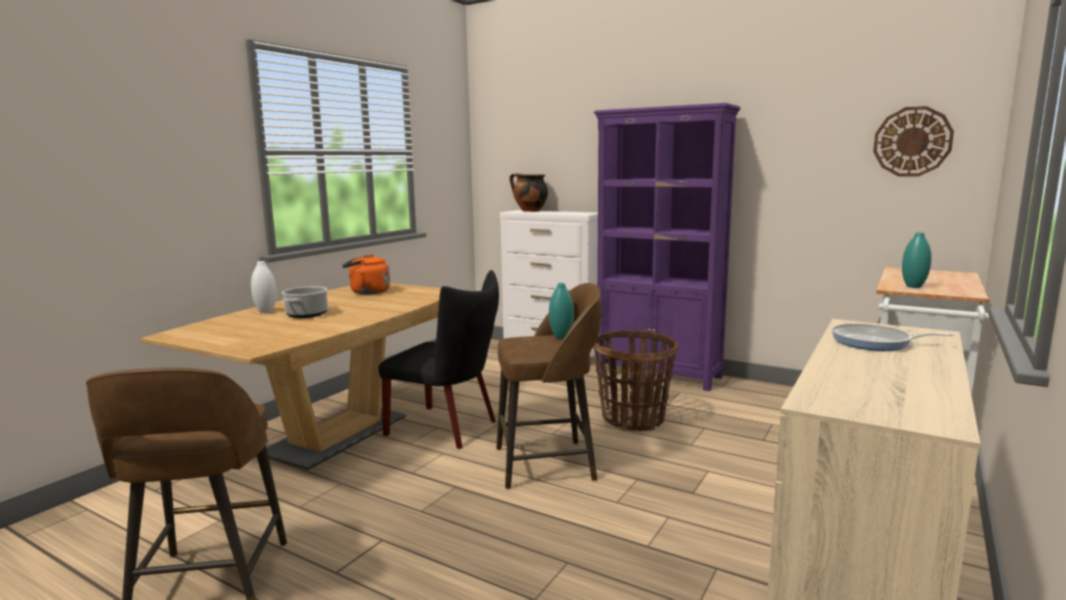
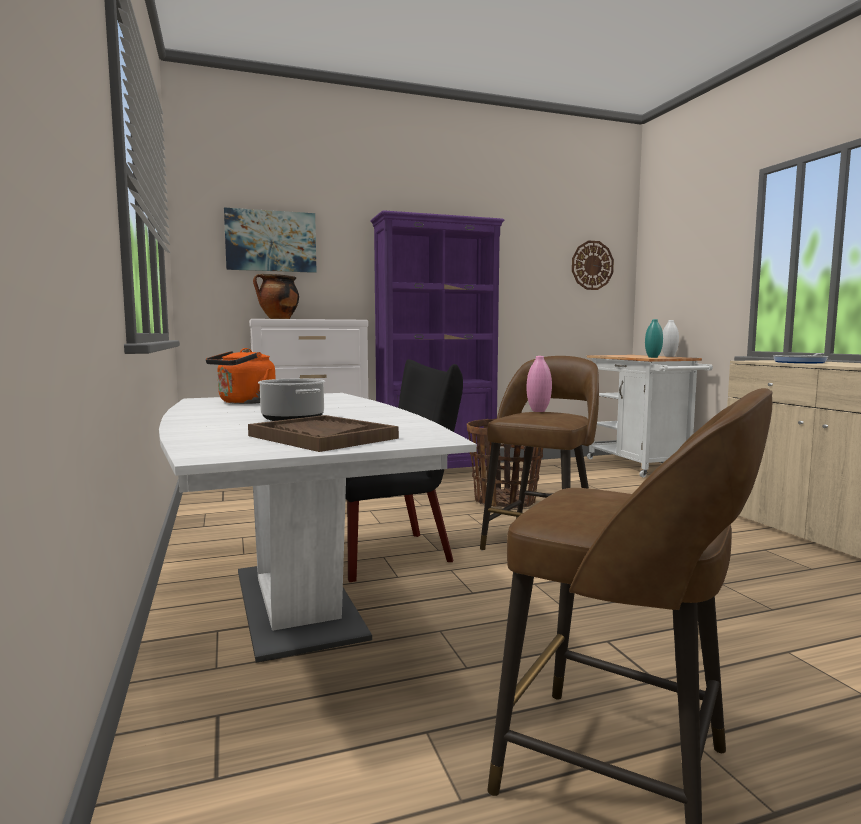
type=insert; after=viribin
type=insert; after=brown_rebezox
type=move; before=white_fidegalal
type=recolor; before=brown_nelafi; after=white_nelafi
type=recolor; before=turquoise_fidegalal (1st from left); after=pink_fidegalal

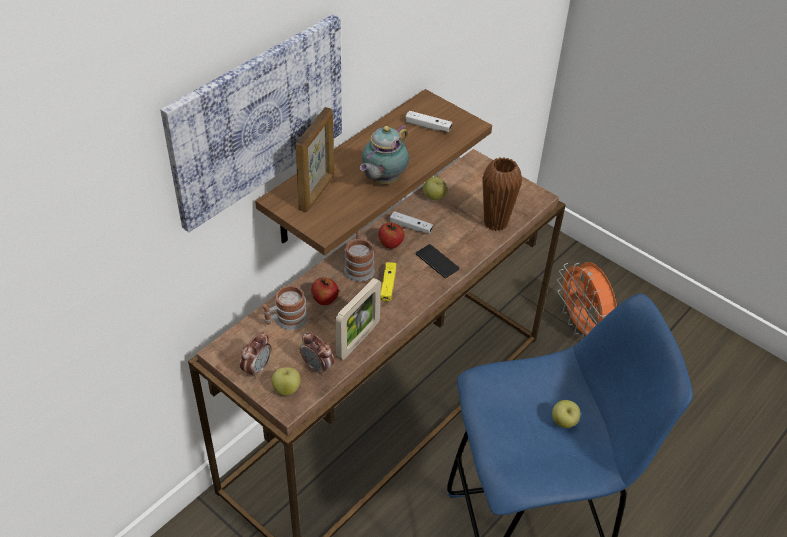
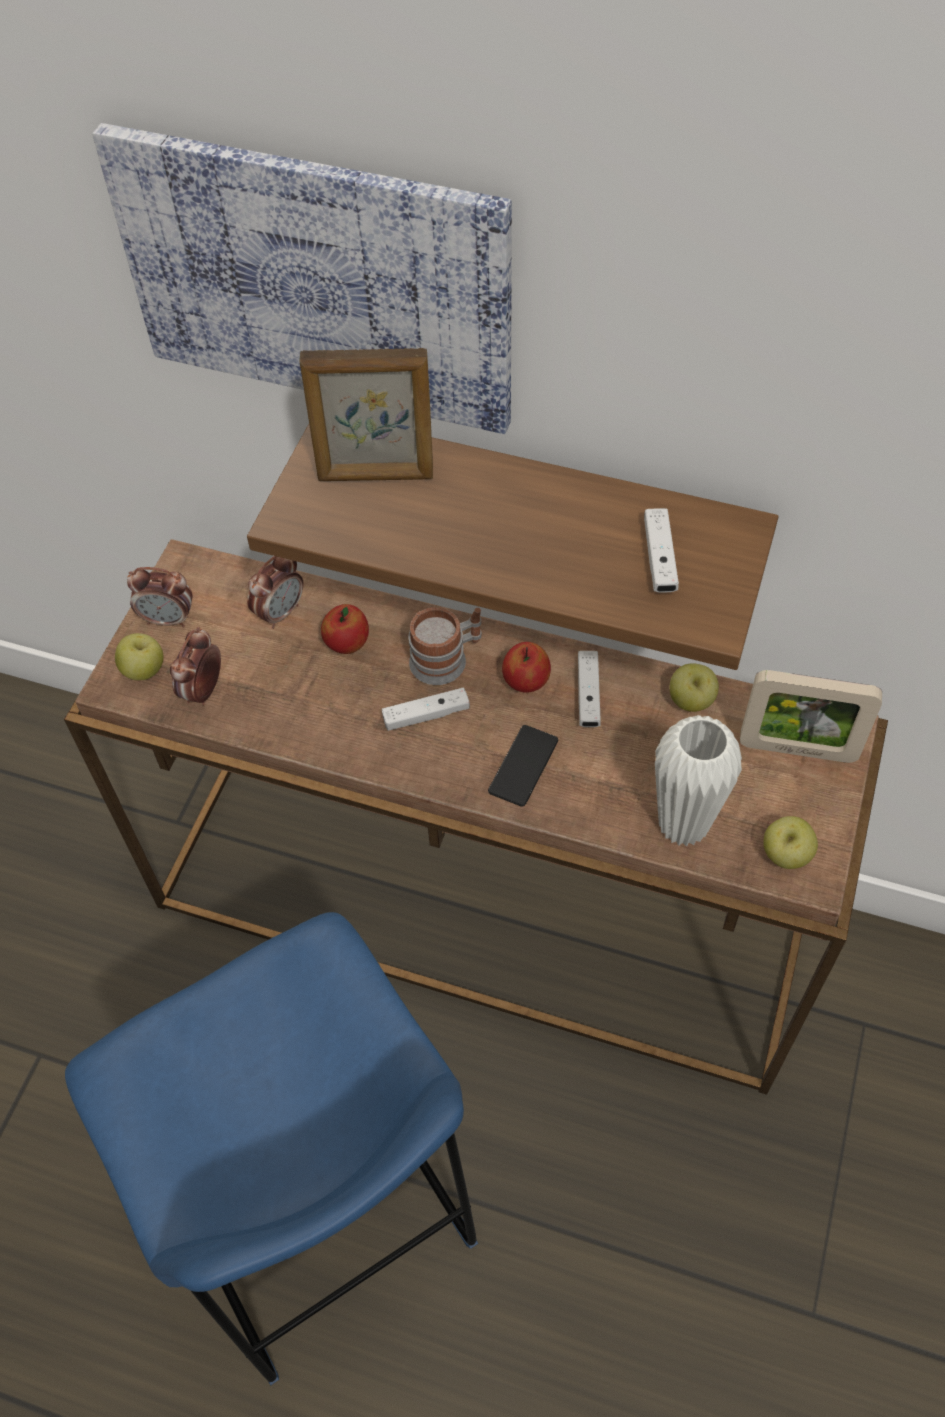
type=delete; before=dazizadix
type=delete; before=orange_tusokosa
type=move; before=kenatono (2nd from left)
type=move; before=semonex (5th from left)
type=replace; before=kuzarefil (1st from left); after=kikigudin (3rd from left)
type=recolor; before=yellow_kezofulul; after=white_kezofulul (1st from left)
type=recolor; before=brown_fidegalal; after=white_fidegalal

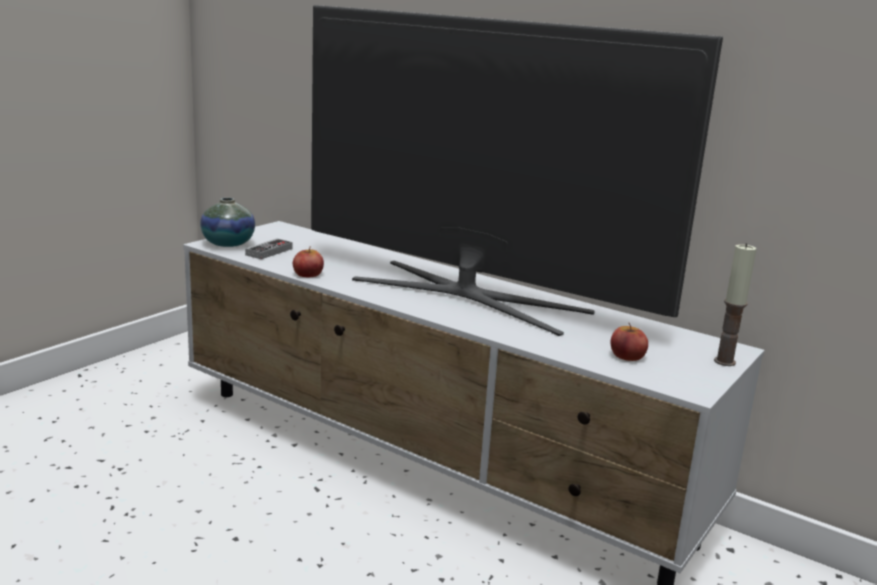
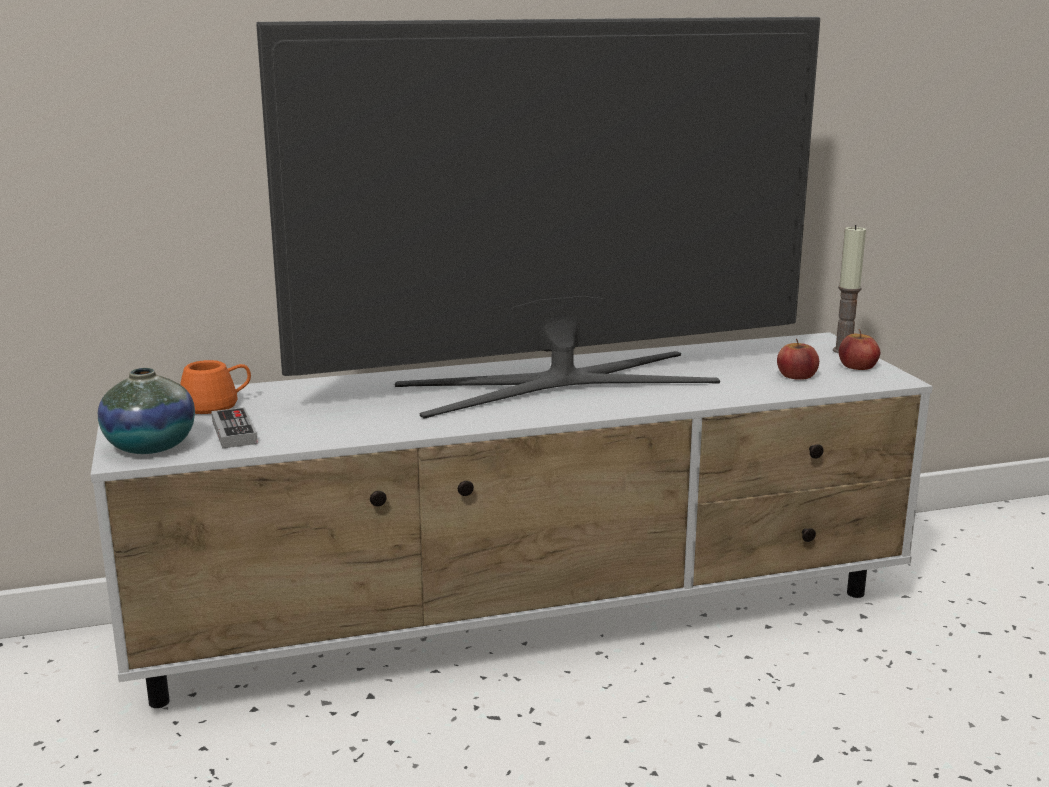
type=insert; after=orange_kuzarefil
type=move; before=semonex (1st from left in the first image); after=semonex (2nd from left)

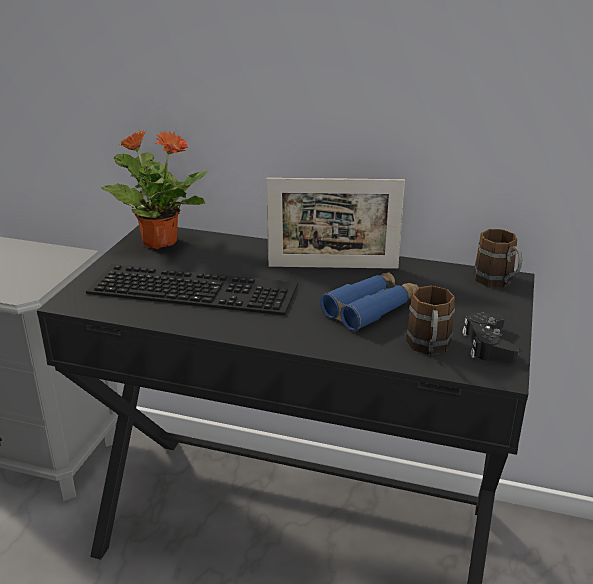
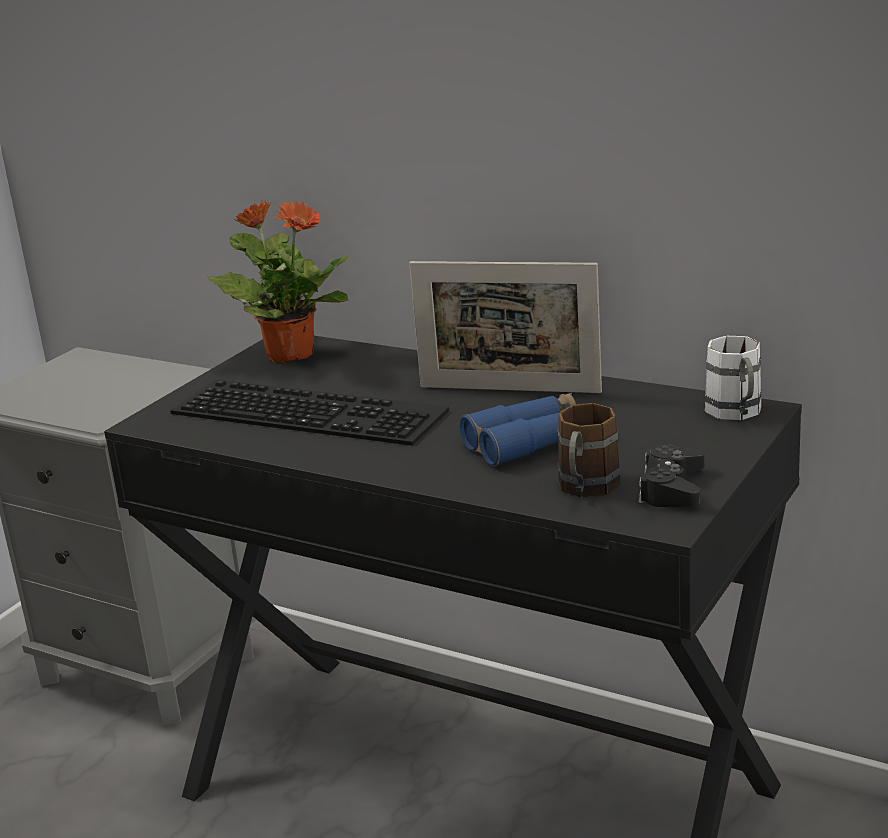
type=recolor; before=brown_kuzarefil (2nd from left); after=white_kuzarefil

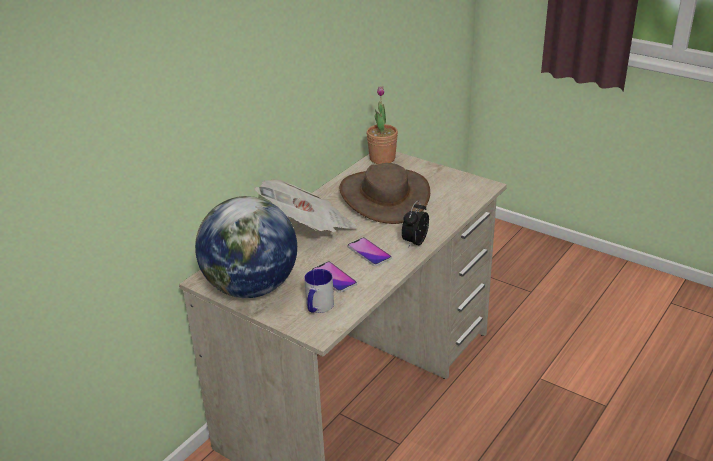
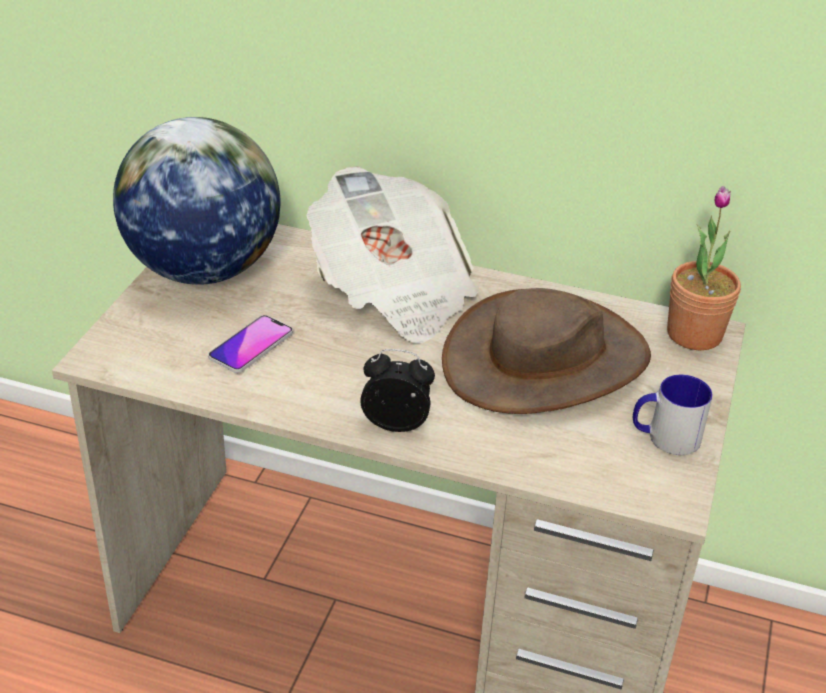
type=delete; before=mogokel (2nd from left)
type=move; before=kuzarefil

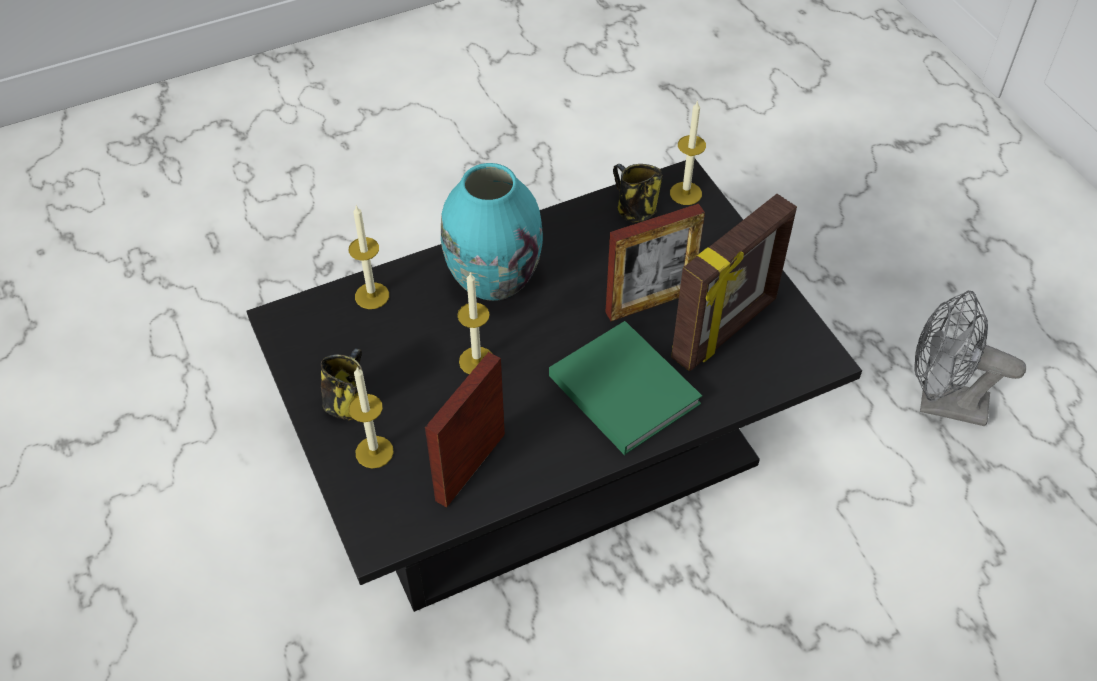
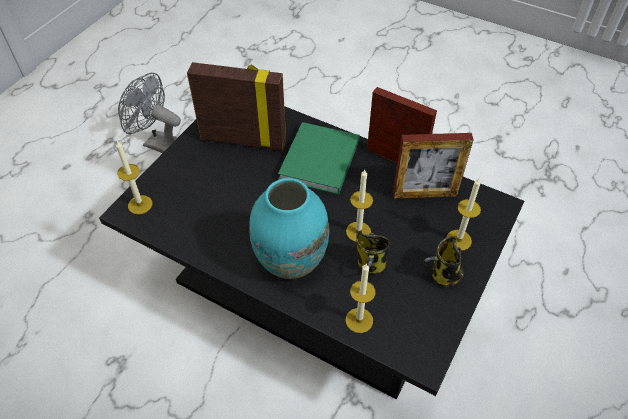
type=move; before=kenatono (2nd from left)
type=move; before=kuzarefil (2nd from left in the first image); after=kuzarefil (1st from left)
type=rotate; before=grey_tusokosa; turn=135

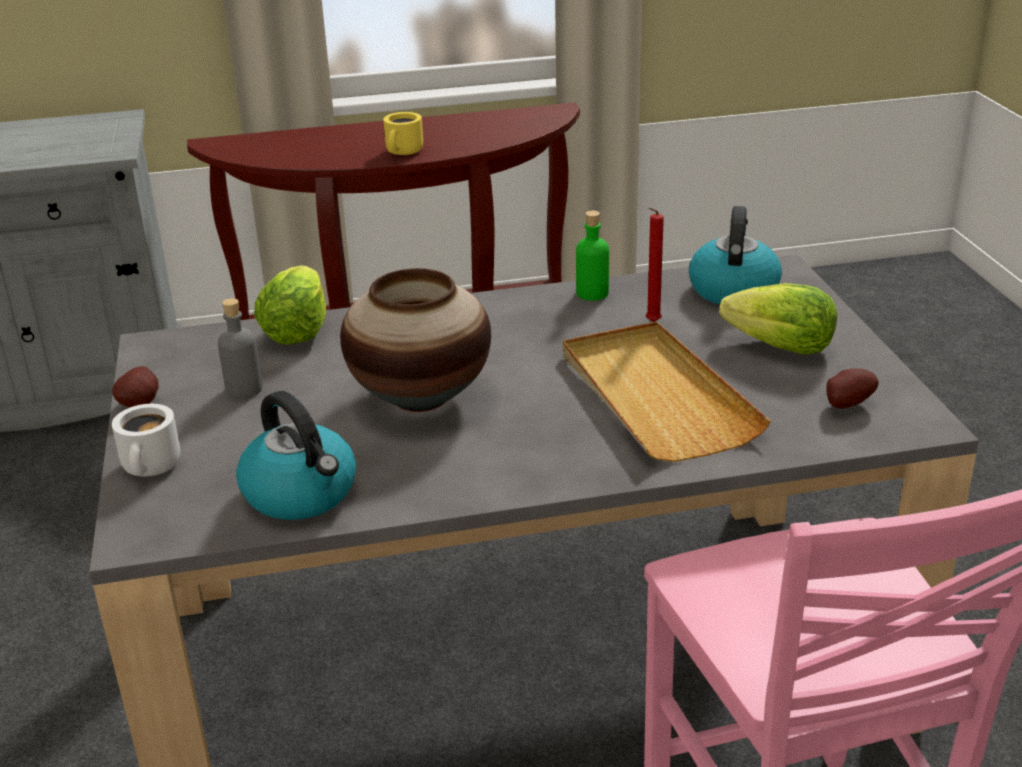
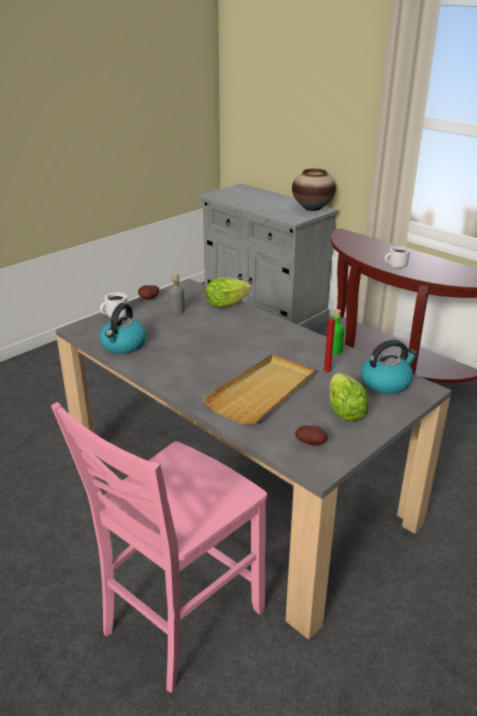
type=move; before=fidegalal
type=recolor; before=yellow_kuzarefil; after=white_kuzarefil (2nd from left)

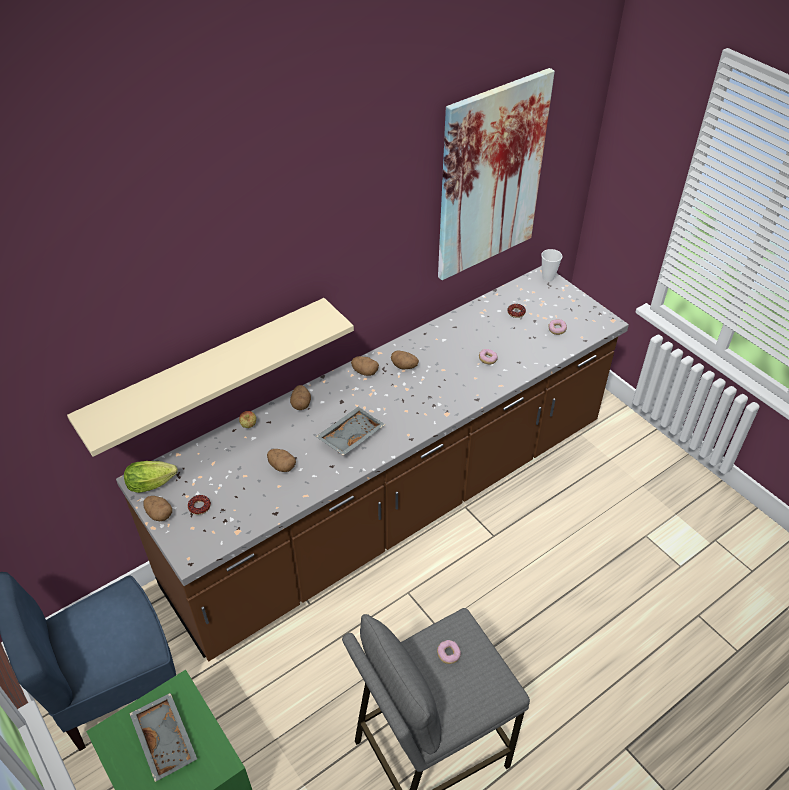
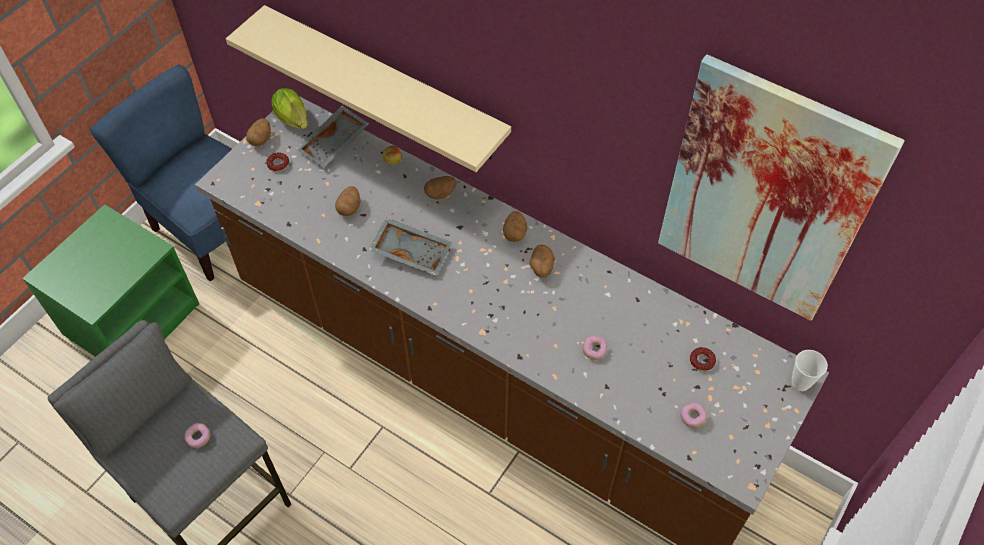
type=move; before=grey_rebezox (1st from left)

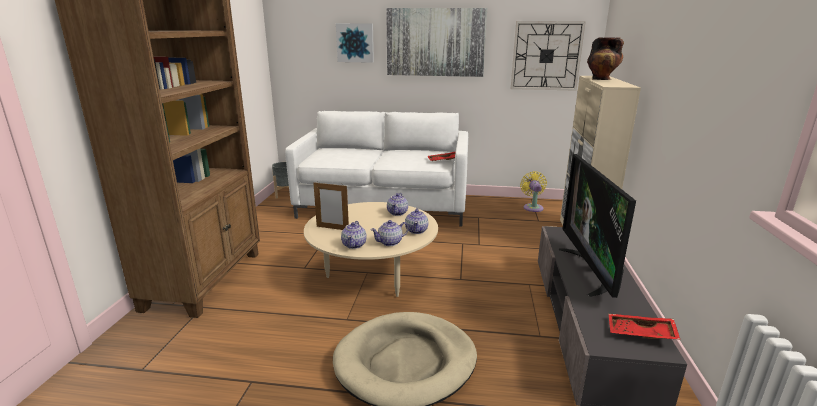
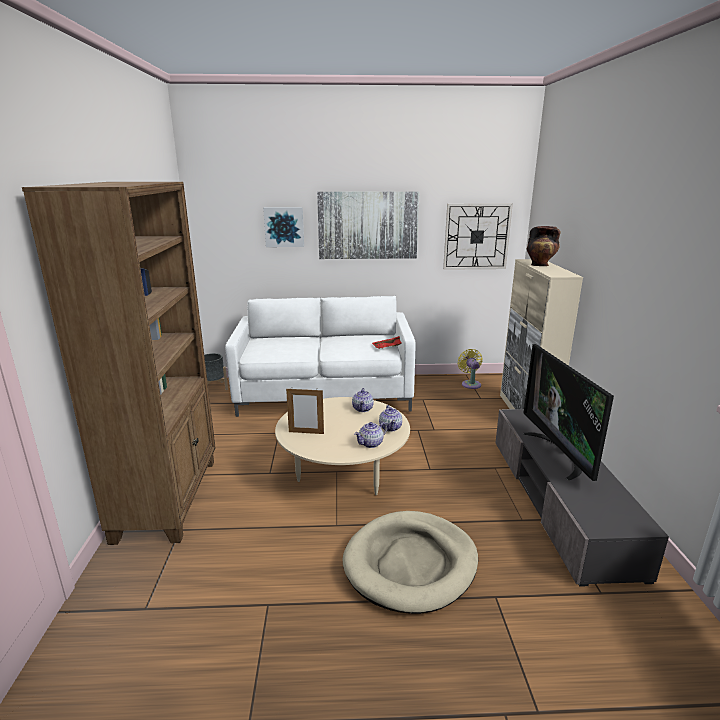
type=delete; before=dazizadix (1st from left)
type=delete; before=red_rebezox (2nd from left)

